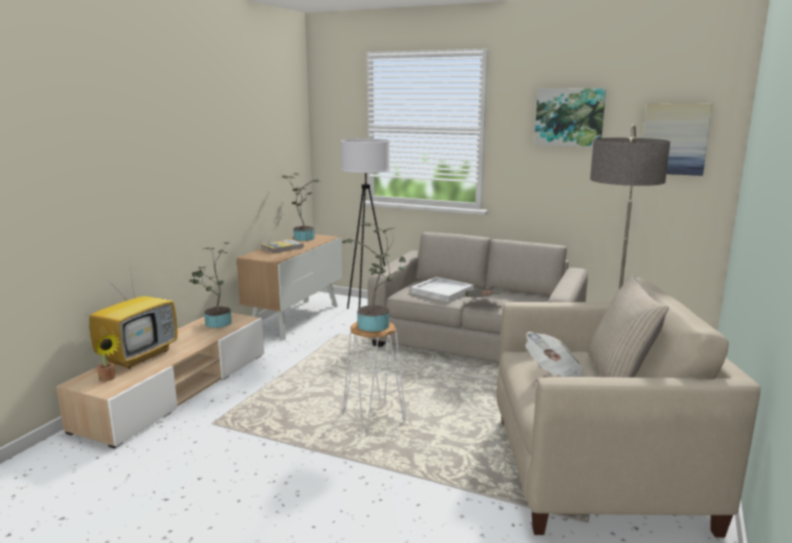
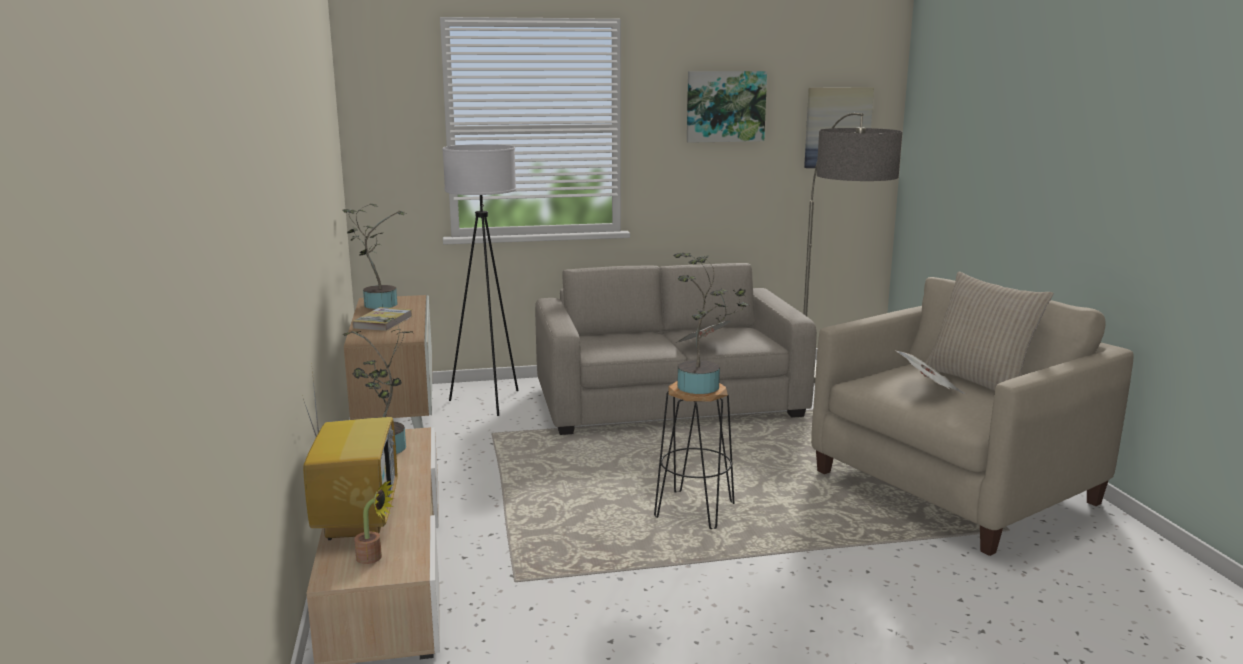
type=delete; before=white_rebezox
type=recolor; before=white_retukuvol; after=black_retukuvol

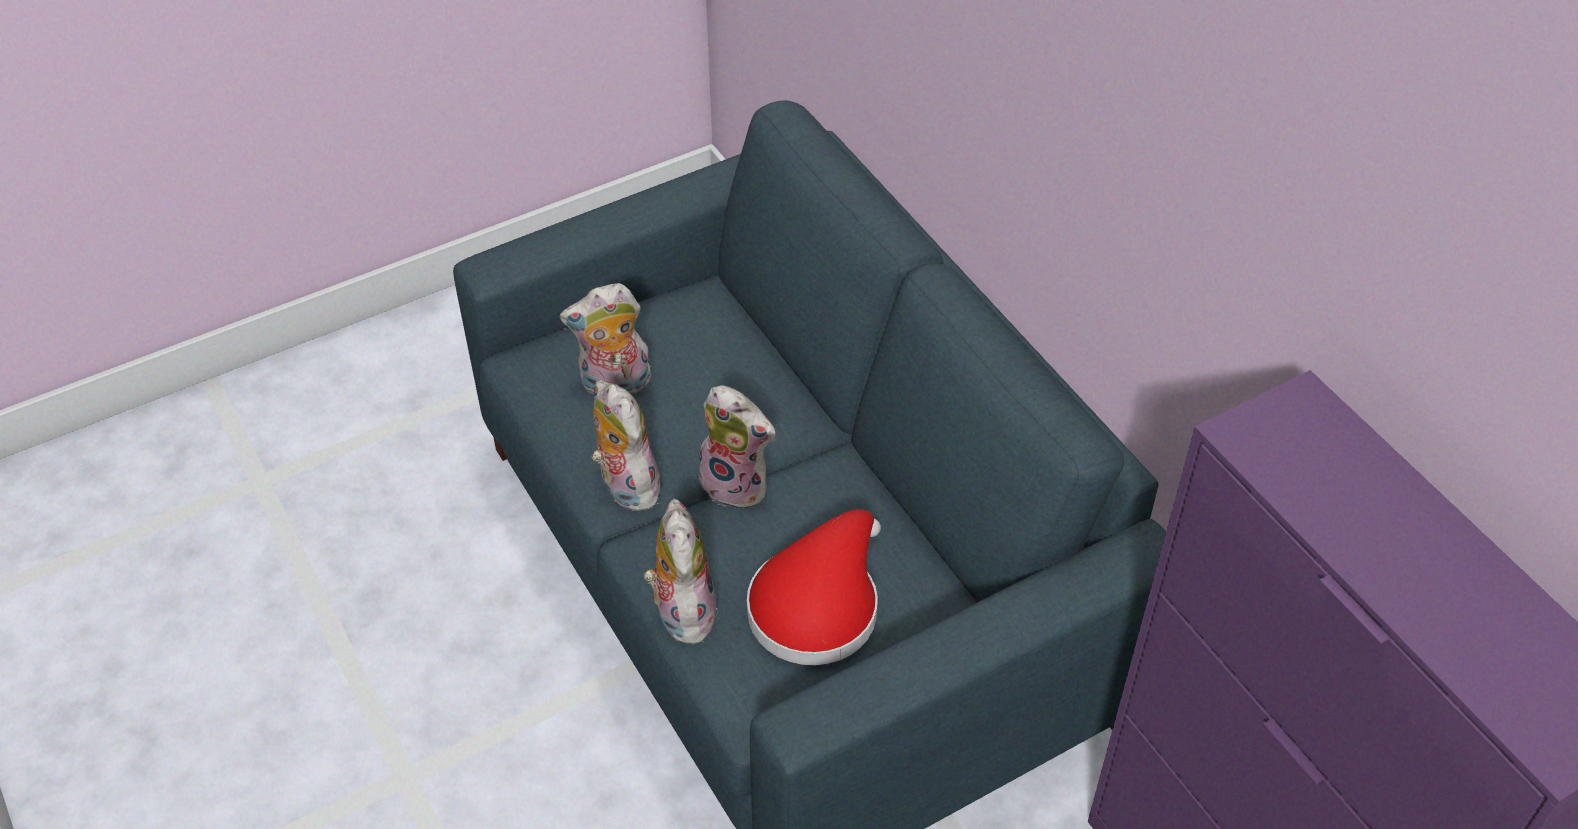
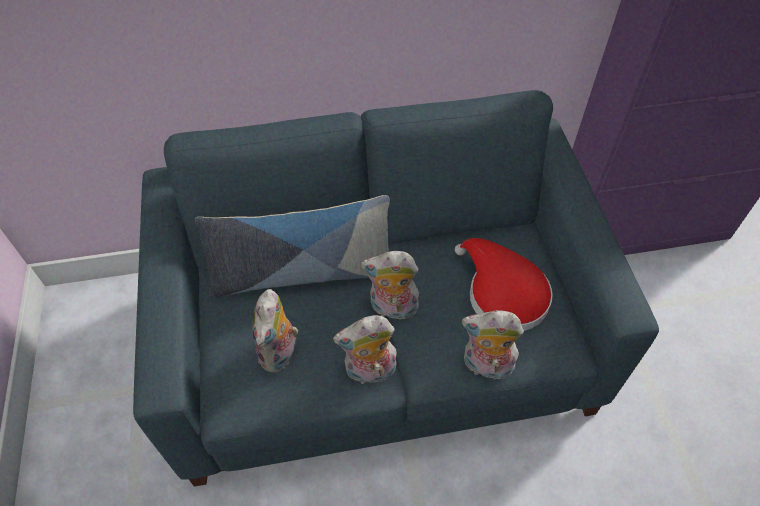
type=insert; after=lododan
type=rotate; before=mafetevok (4th from left in the first image); turn=-135

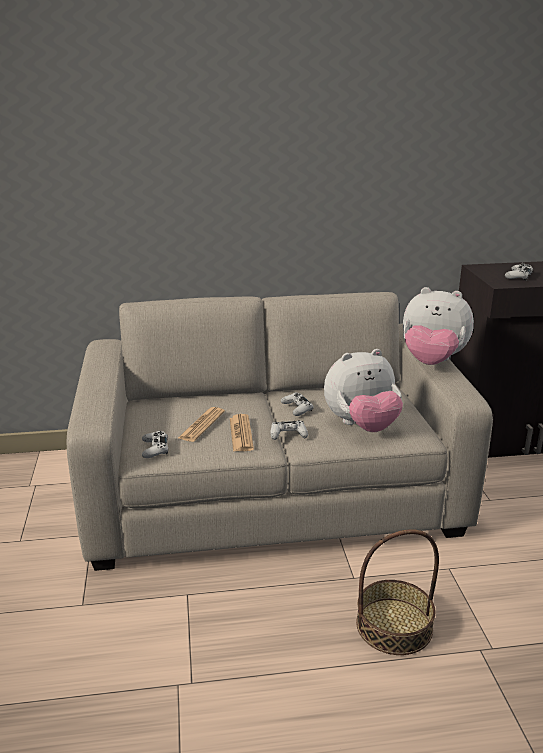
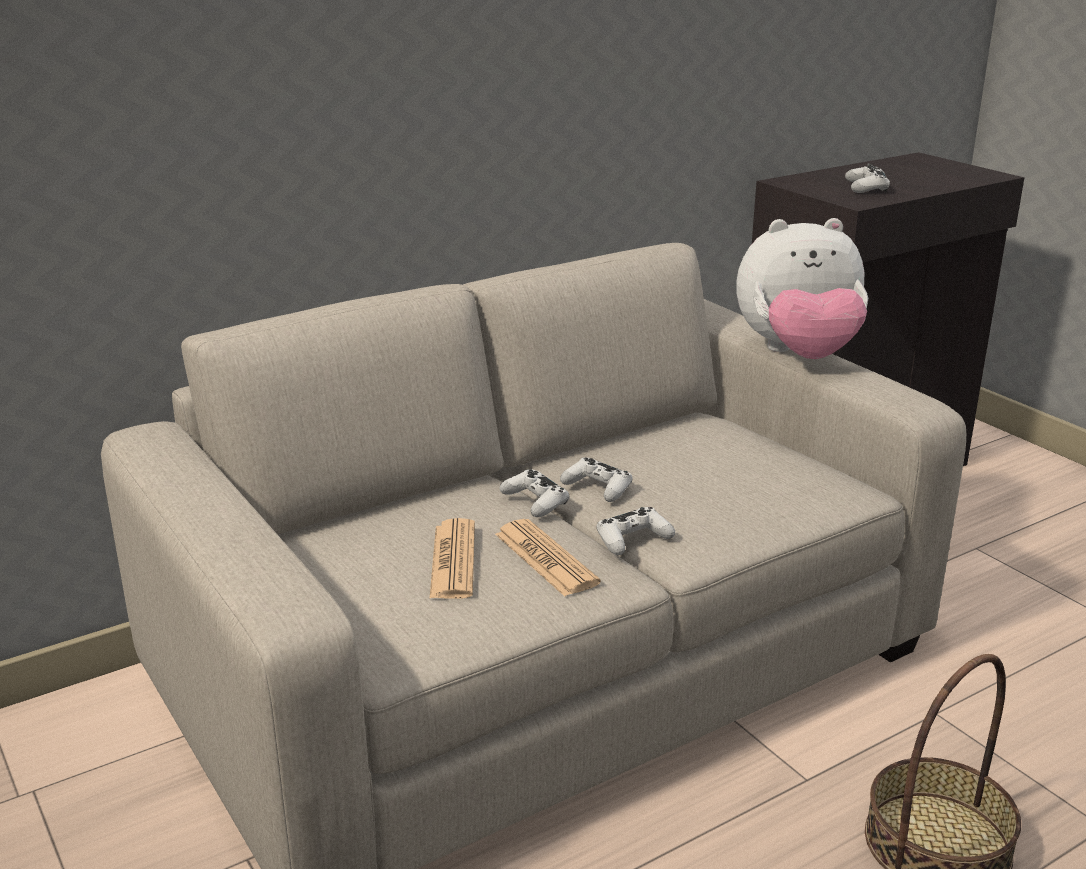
type=delete; before=mafetevok (1st from left)
type=move; before=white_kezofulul (1st from left)

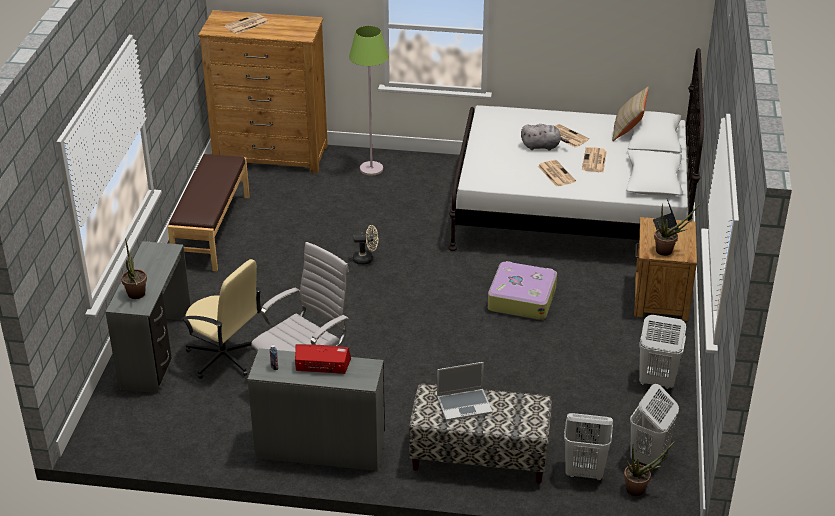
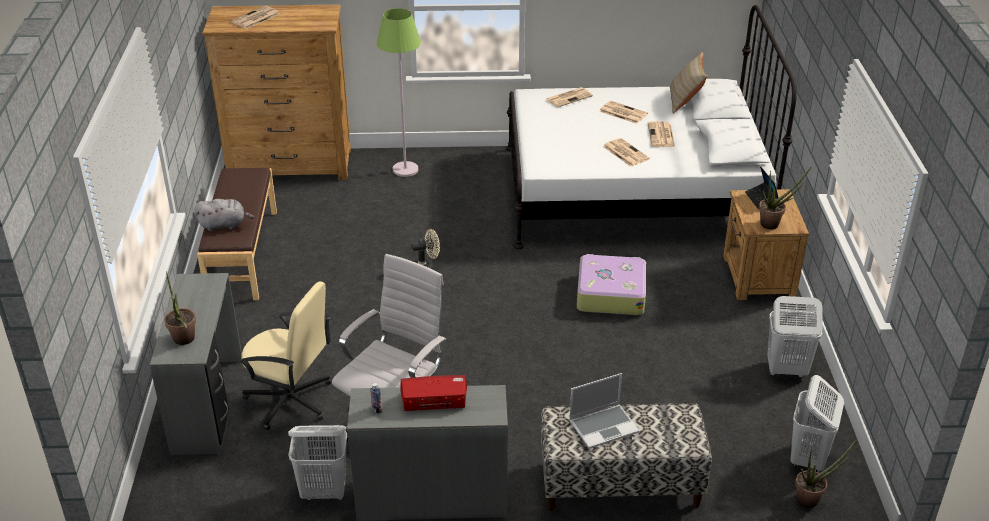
type=insert; after=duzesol (2nd from left)
type=move; before=grey_mafetevok
type=move; before=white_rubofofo (1st from left)

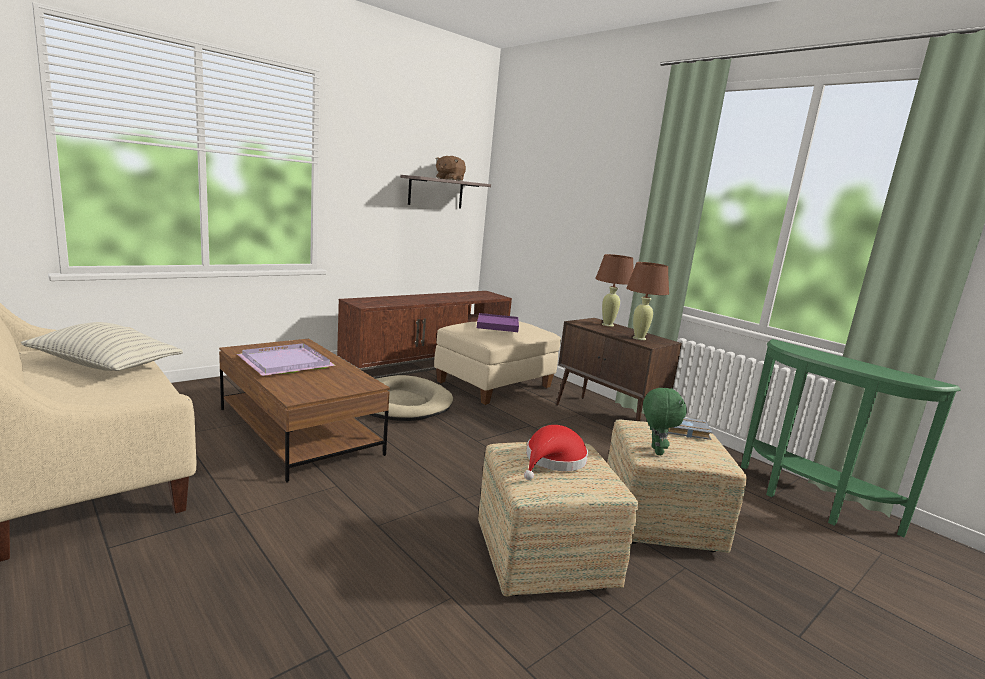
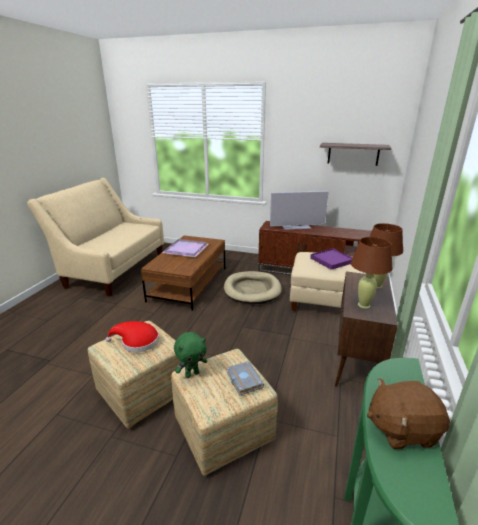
type=delete; before=lododan
type=insert; after=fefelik
type=move; before=brown_mafetevok

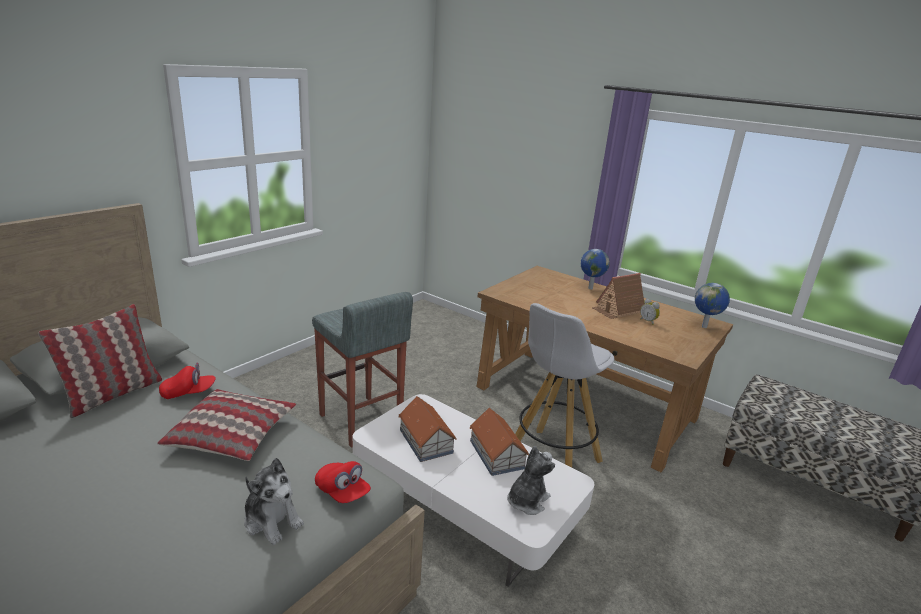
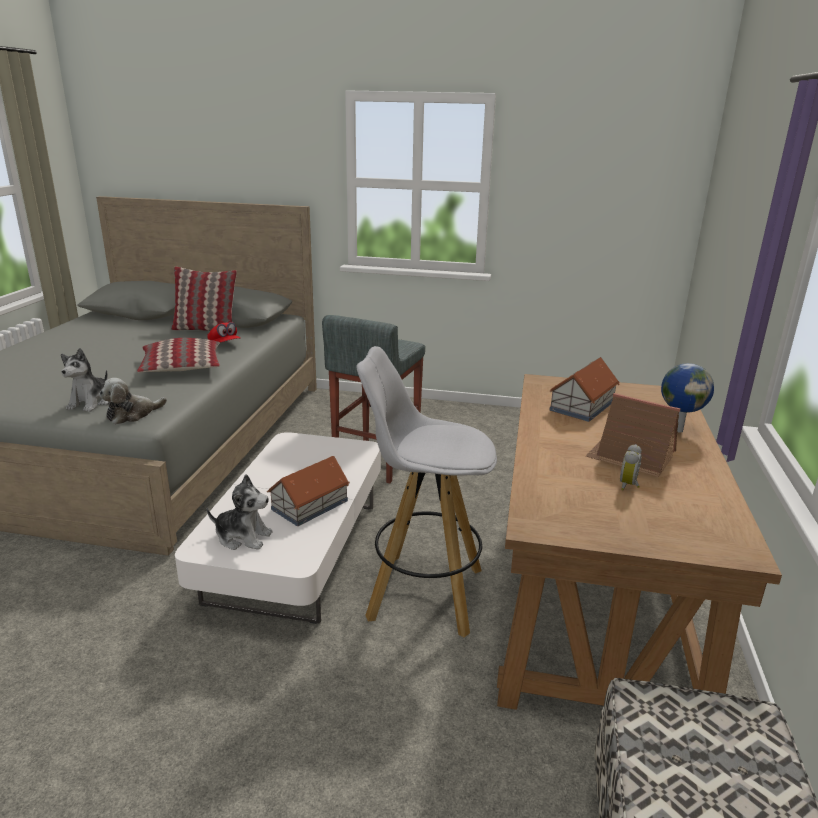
type=delete; before=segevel (2nd from left)
type=move; before=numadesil (1st from left in the first image); after=numadesil (2nd from left)
type=replace; before=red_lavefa (2nd from left); after=mafetevok (2nd from left)

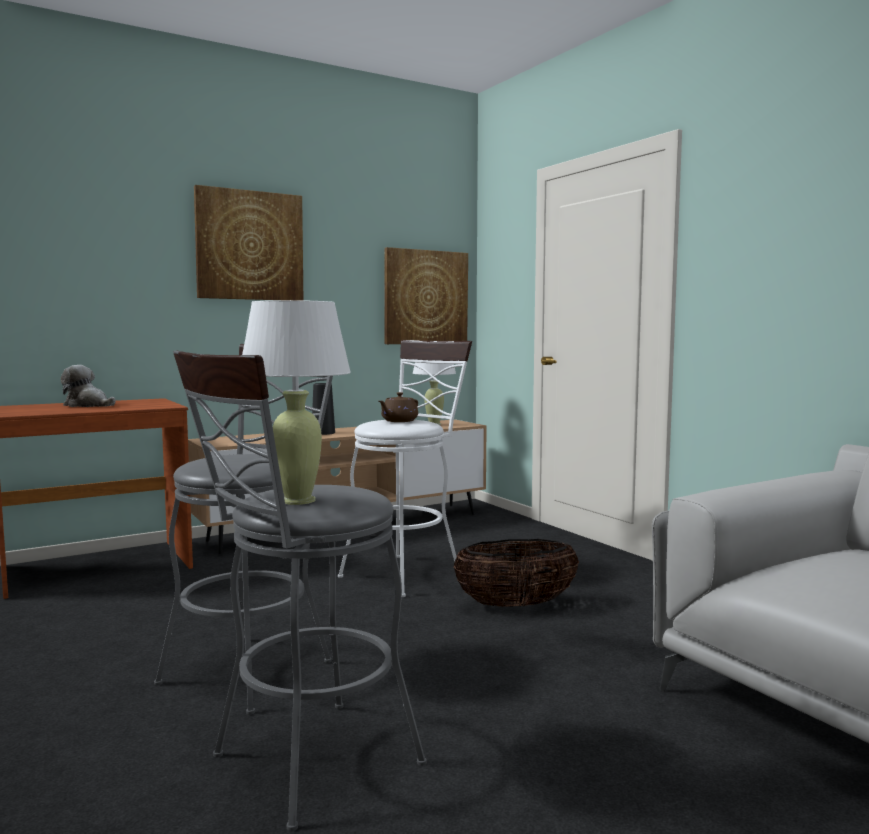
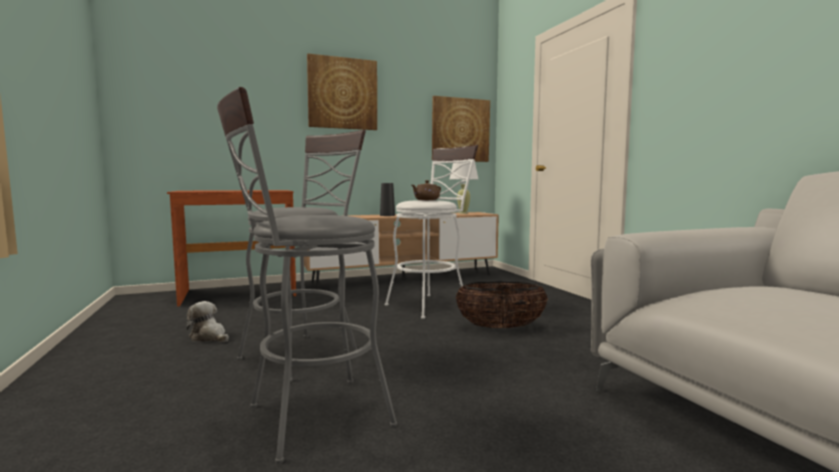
type=delete; before=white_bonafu (1st from left)
type=move; before=mafetevok

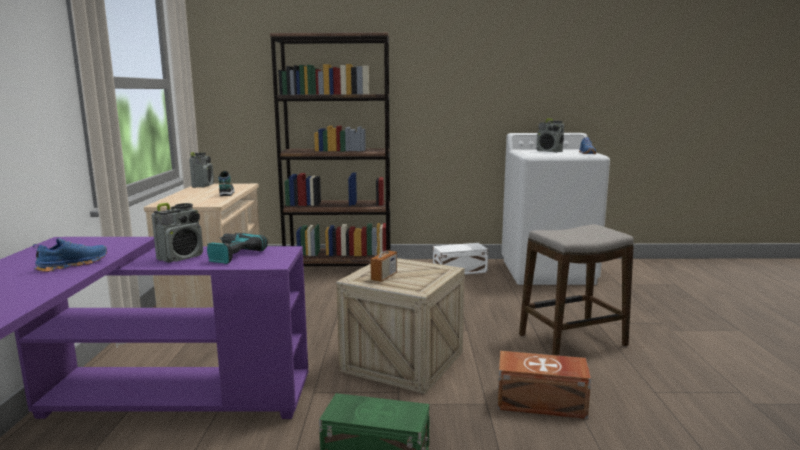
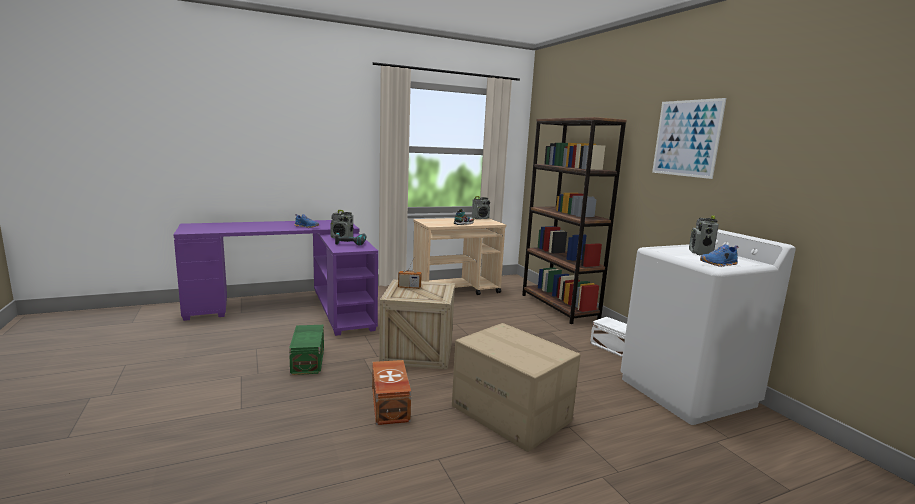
type=insert; after=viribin
type=replace; before=retukuvol; after=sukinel

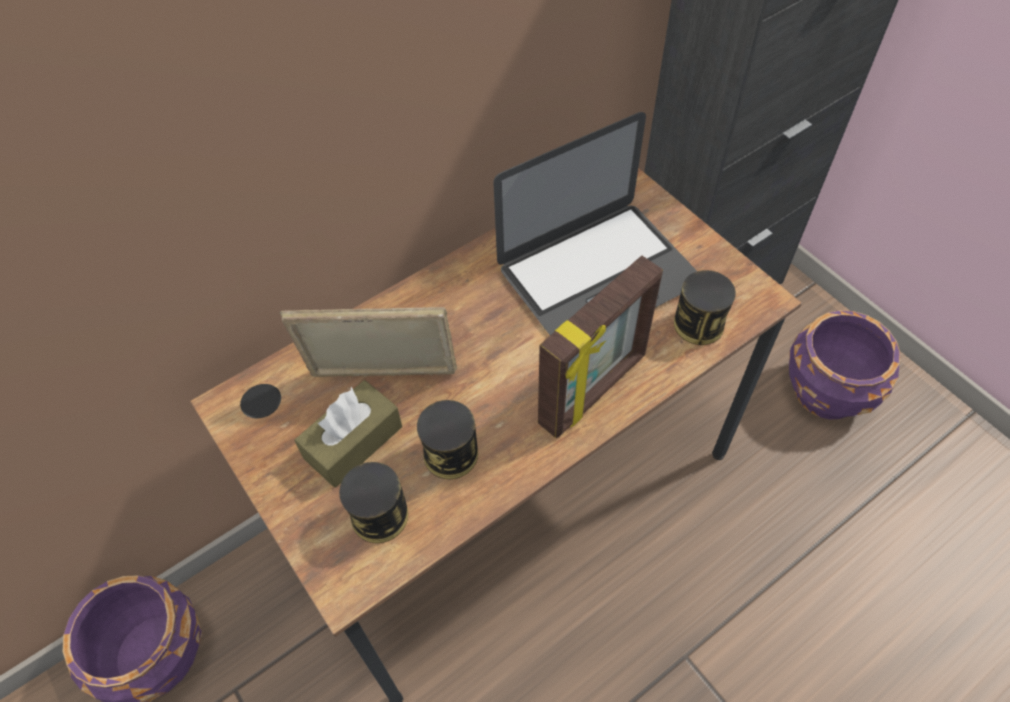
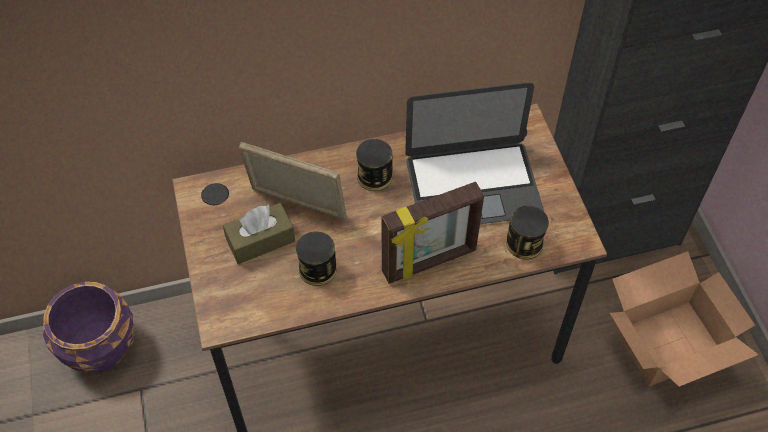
type=move; before=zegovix (1st from left in the first image); after=zegovix (2nd from left)
type=replace; before=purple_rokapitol (2nd from left); after=sukinel

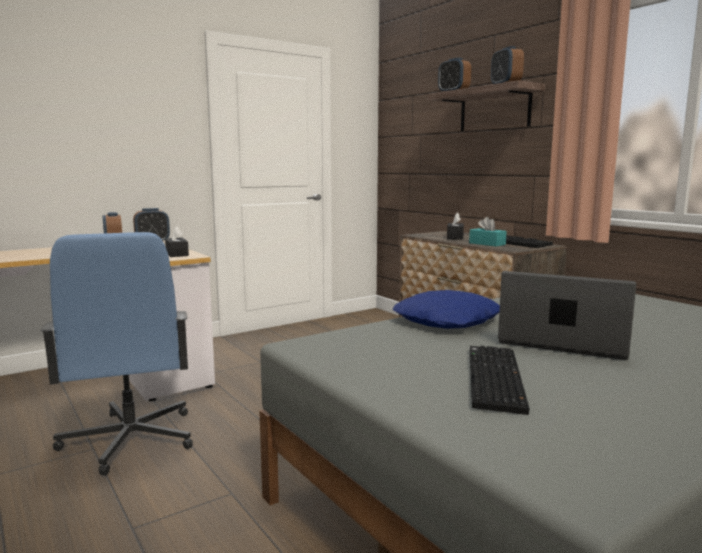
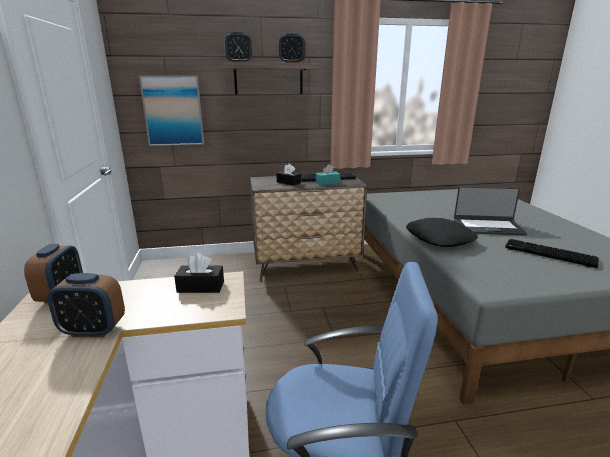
type=insert; after=viribin
type=recolor; before=blue_lododan; after=black_lododan
type=rotate; before=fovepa; turn=-135

